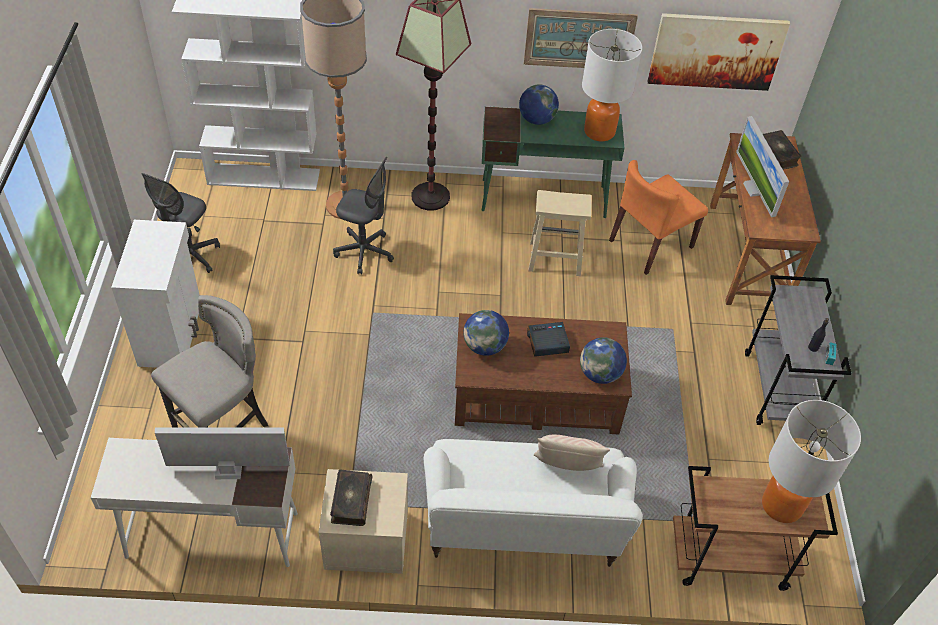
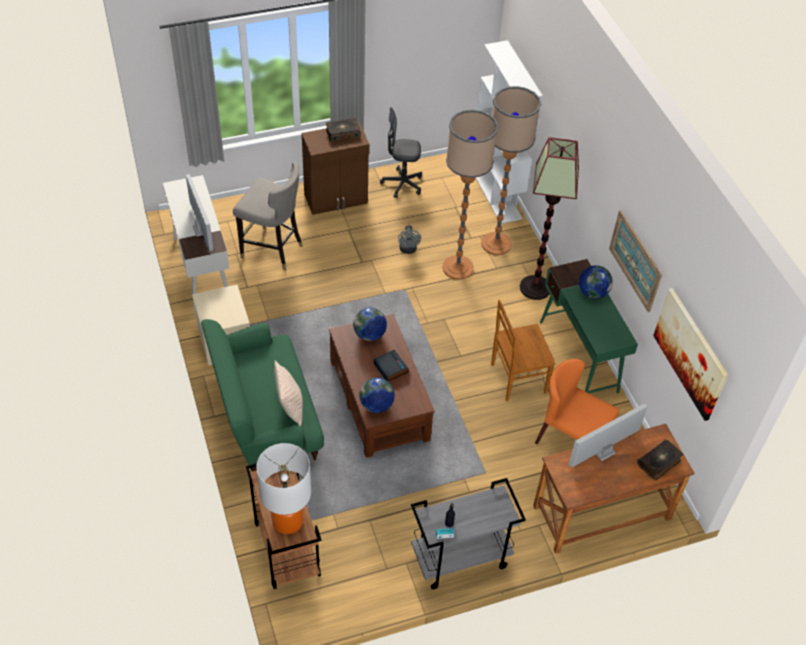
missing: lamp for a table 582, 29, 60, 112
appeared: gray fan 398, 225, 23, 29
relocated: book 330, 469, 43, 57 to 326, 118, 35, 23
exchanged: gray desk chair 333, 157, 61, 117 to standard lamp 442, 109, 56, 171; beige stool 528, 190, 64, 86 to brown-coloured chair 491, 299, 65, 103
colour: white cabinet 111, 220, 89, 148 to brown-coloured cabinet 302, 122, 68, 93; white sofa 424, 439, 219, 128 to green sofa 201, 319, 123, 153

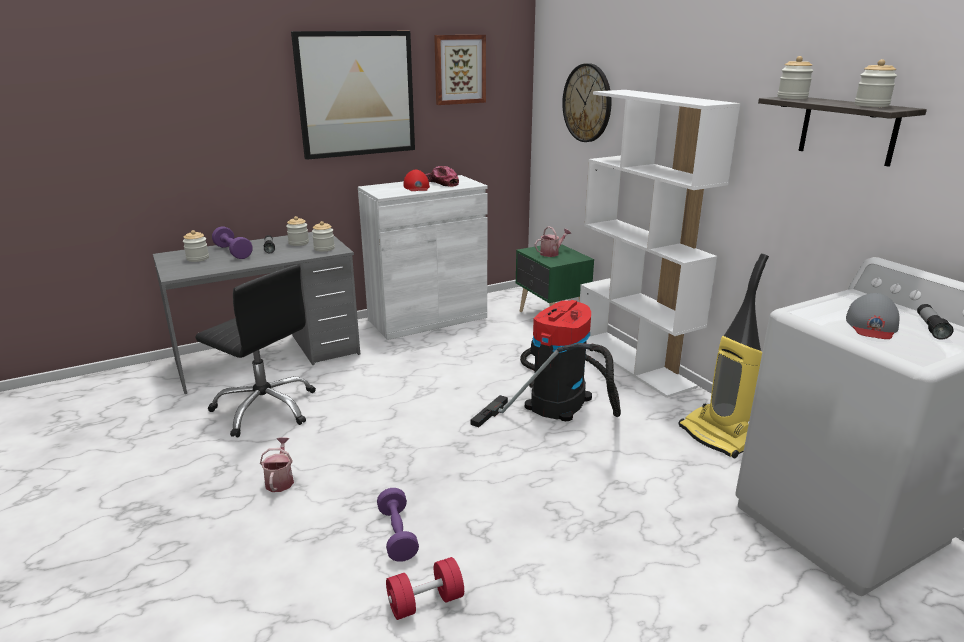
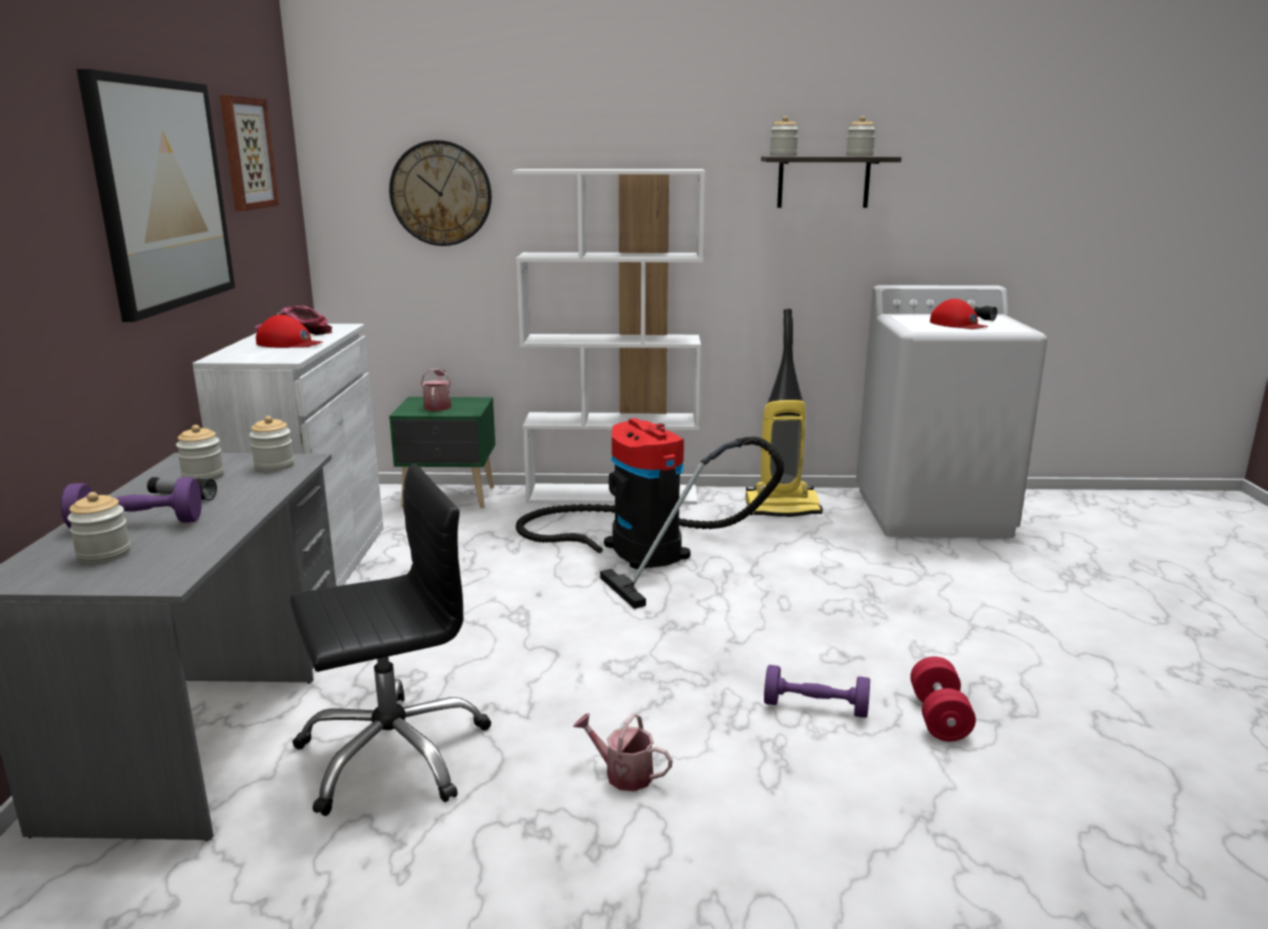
colour: gray cap 846, 293, 53, 46 to reddish cap 930, 299, 58, 30

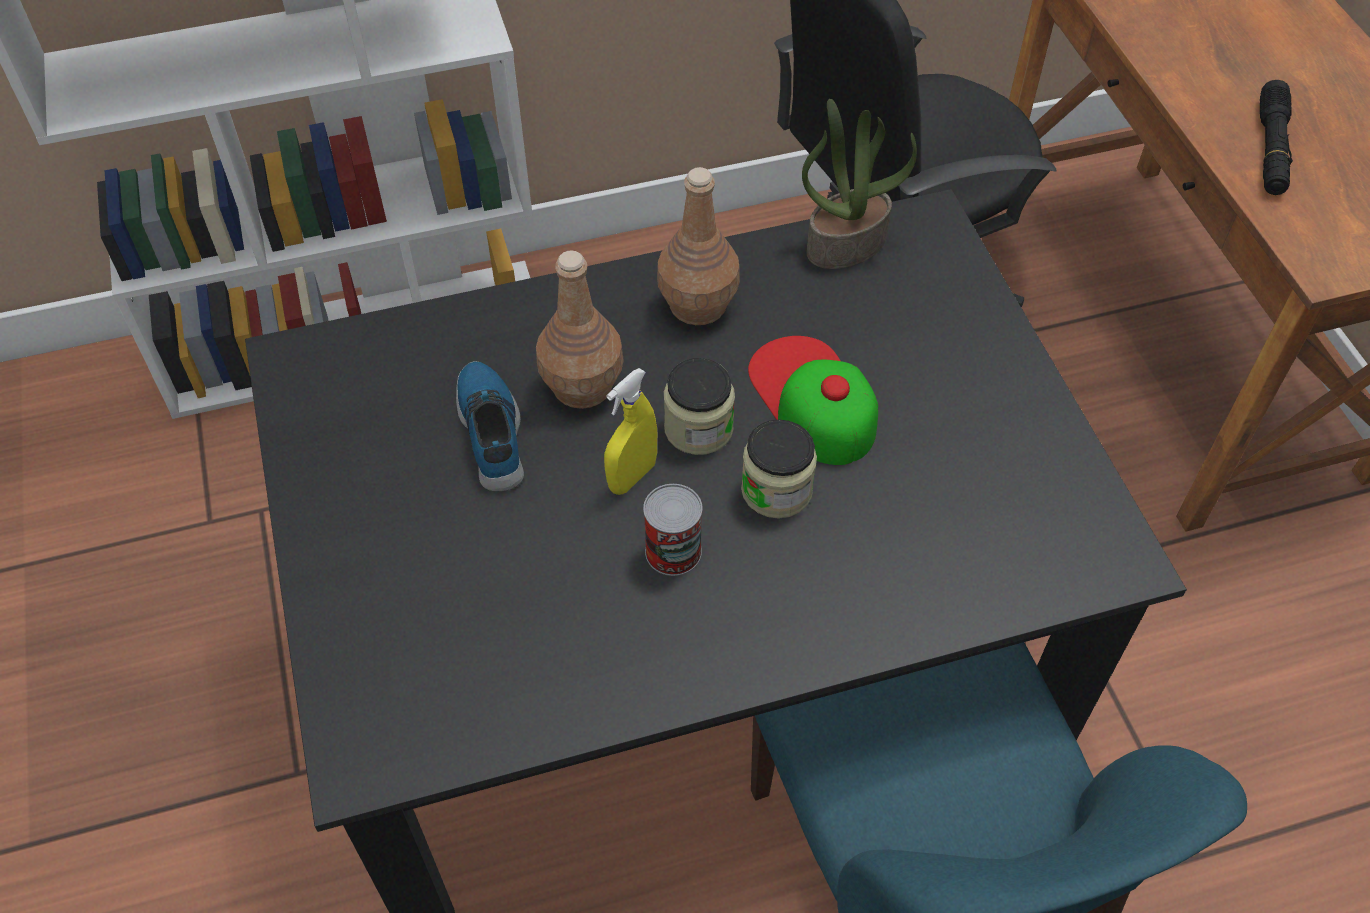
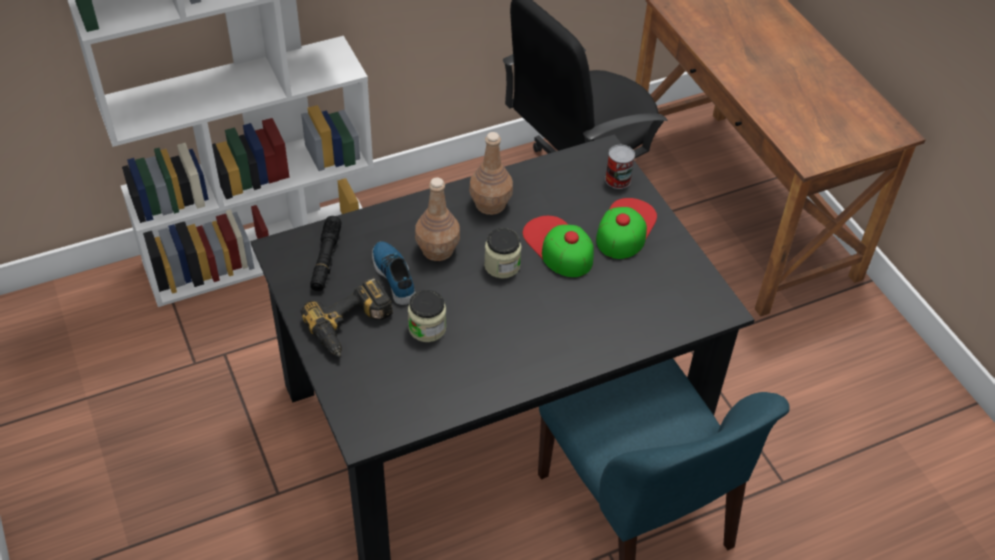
missing: yellow-coloured hand sprayer 604, 368, 53, 127; potted plant 802, 99, 115, 170
appeared: power drill 301, 277, 92, 80; cap 596, 198, 61, 61
relocated: metal can 643, 484, 60, 92 to 605, 145, 30, 44; storage jar 741, 419, 76, 100 to 408, 290, 38, 52; black-coloured torch 1260, 80, 33, 115 to 310, 216, 32, 75

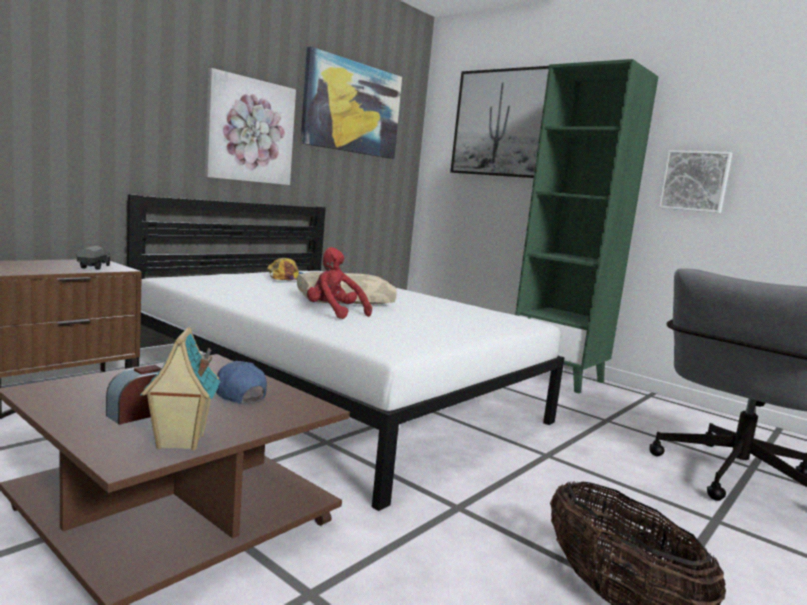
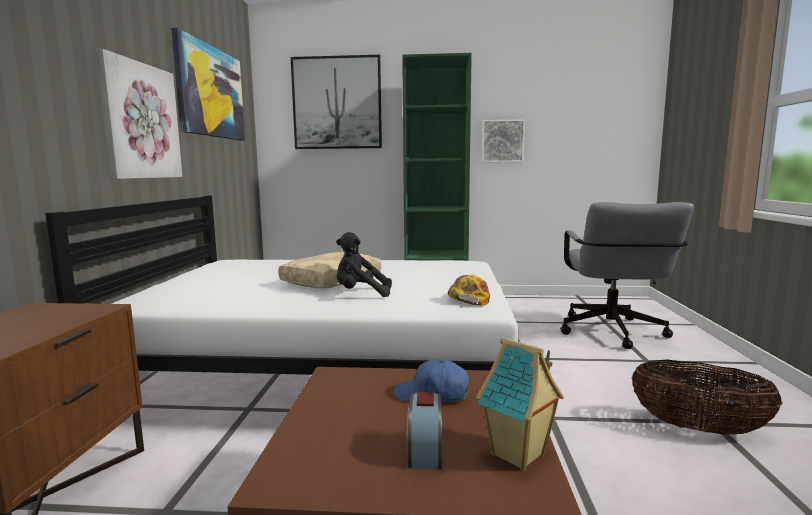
missing: toy lorry 77, 246, 34, 24
relocated: cap 267, 258, 36, 23 to 448, 274, 42, 32
colour: reddish cuddly toy 307, 247, 65, 72 to black-coloured cuddly toy 336, 232, 56, 65

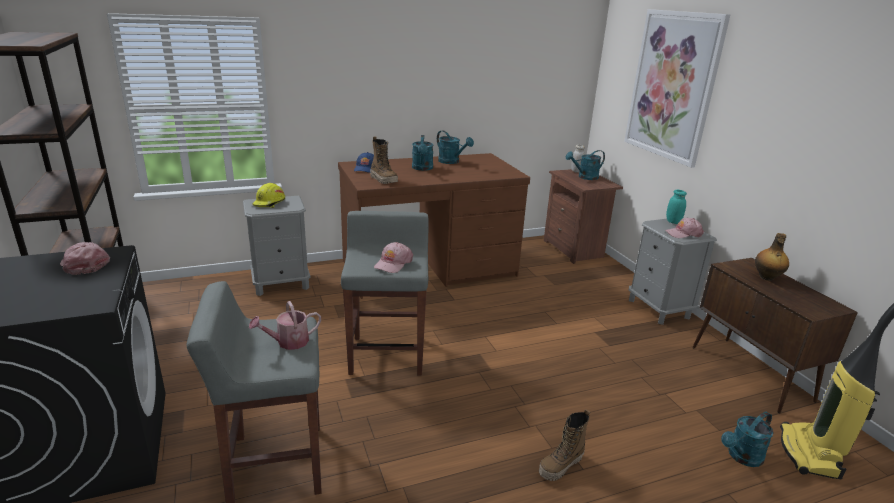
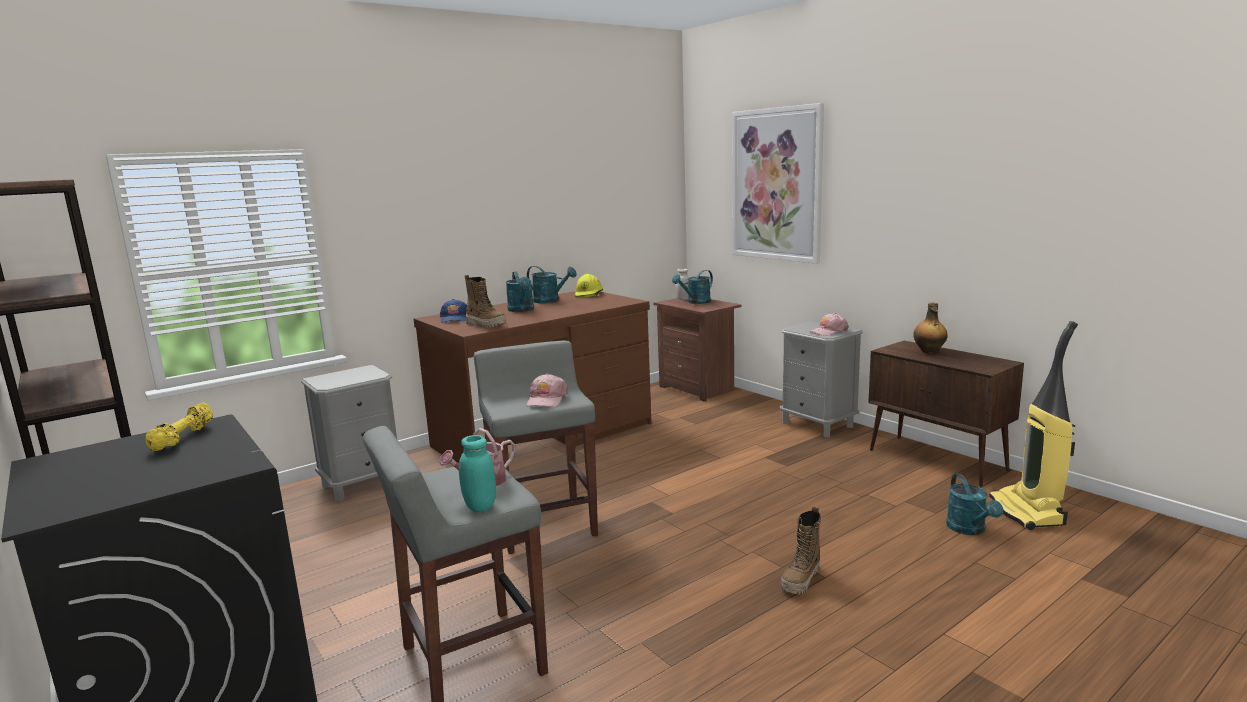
relocated: yellow-coloured hard hat 252, 183, 33, 25 to 575, 274, 28, 24; blue-green storage jar 666, 190, 21, 34 to 459, 435, 37, 77
exchanged: pinkish cap 60, 242, 50, 33 to yellow-coloured dumbbell 146, 402, 67, 49
spun: blue-green watering pot 721, 412, 53, 55 = 946, 474, 57, 61 45 degrees counterclockwise

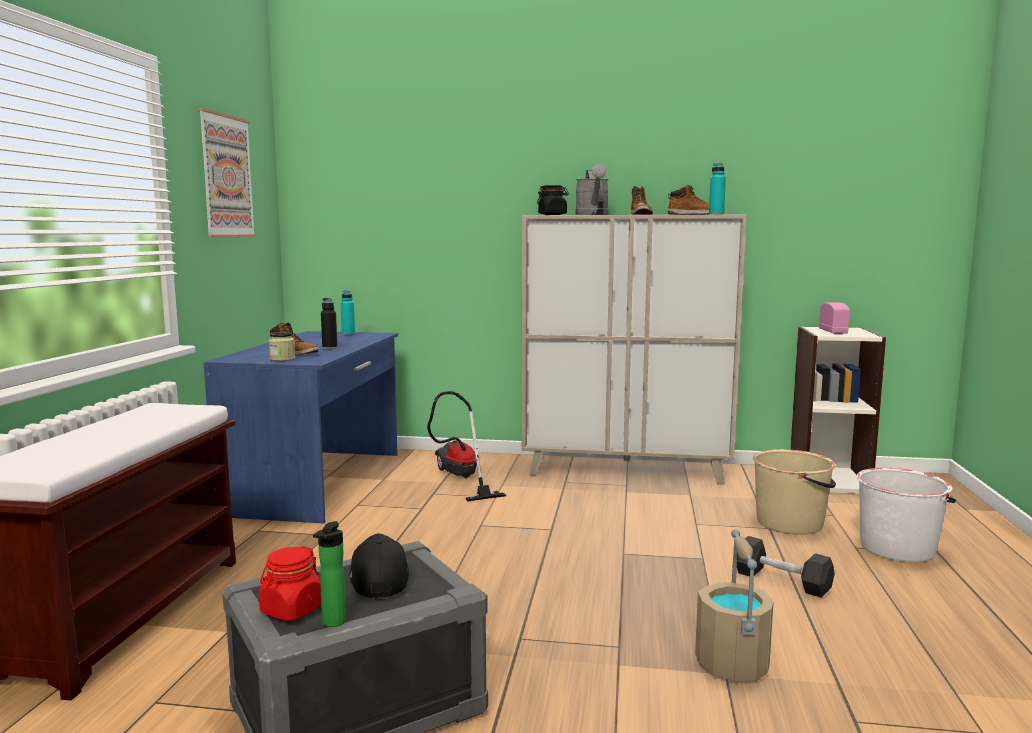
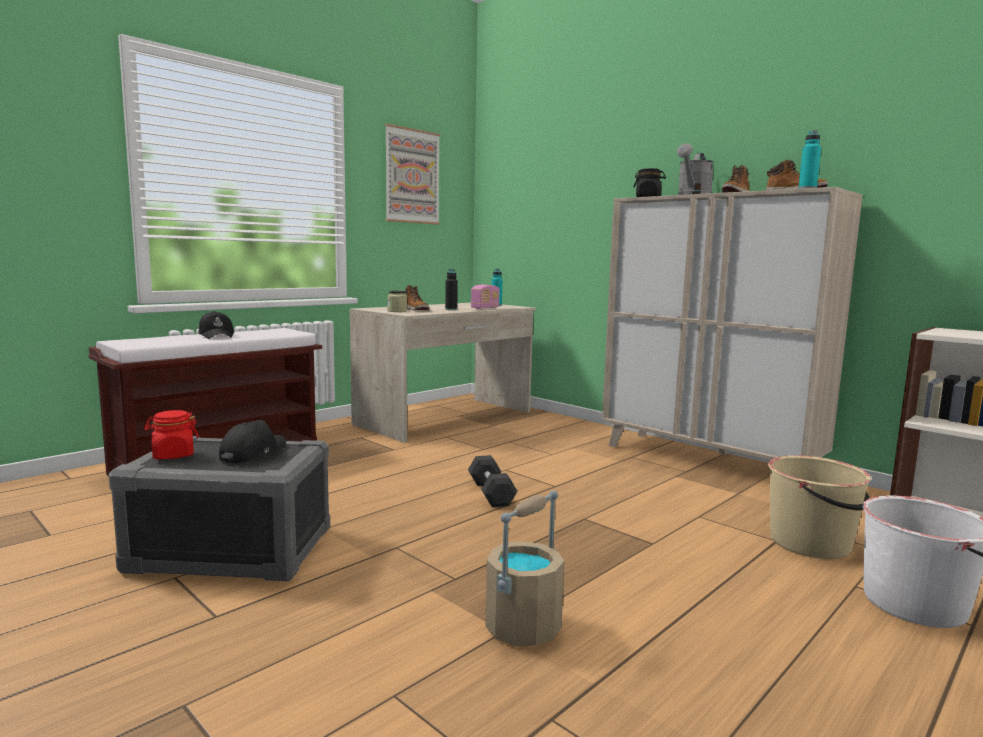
missing: bottle 313, 521, 33, 106; vacuum 427, 391, 79, 111
appeared: black-coloured cap 198, 311, 36, 28
relocated: black-coloured dumbbell 737, 536, 98, 62 to 468, 455, 49, 52; radio 819, 302, 31, 32 to 471, 285, 28, 24
colour: bluish desk table 203, 331, 195, 193 to beige desk table 350, 303, 186, 140

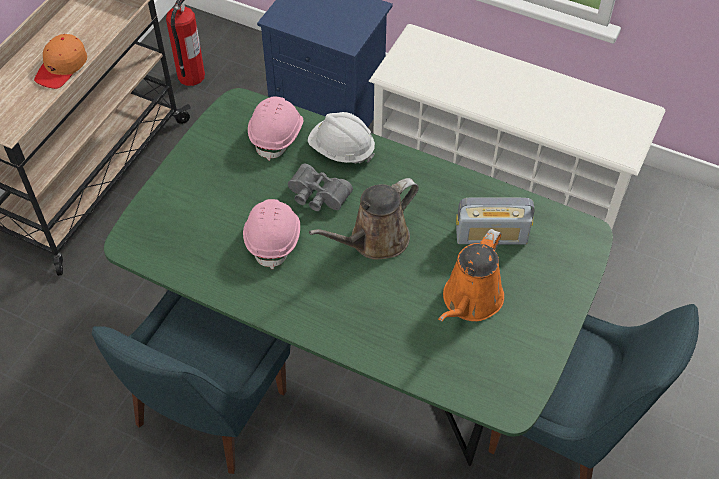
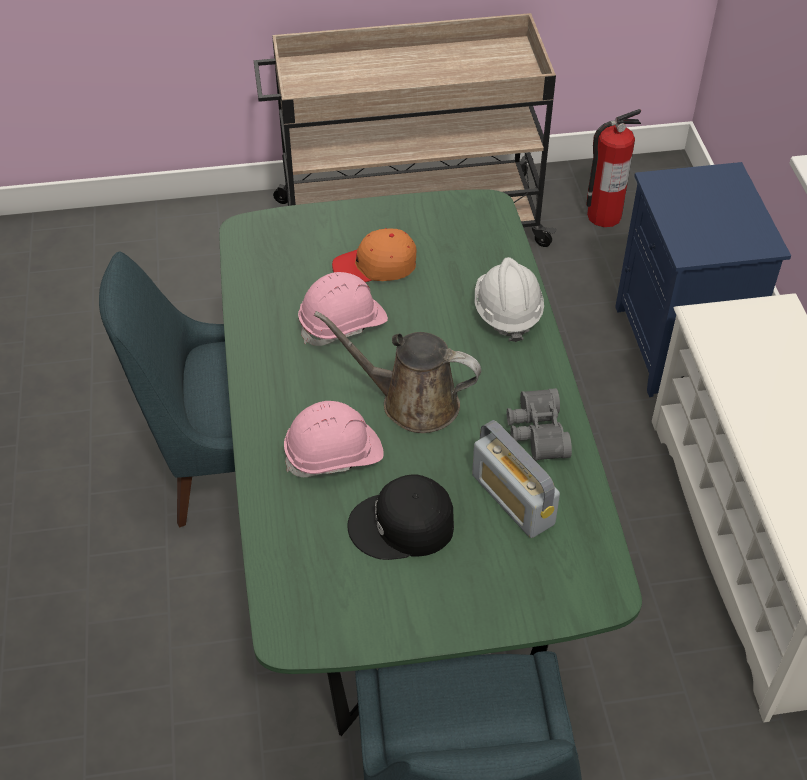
relocated: orange cap 34, 34, 53, 55 to 332, 228, 85, 54; pinkish hard hat 248, 97, 55, 64 to 284, 401, 100, 76; gray field glasses 288, 164, 65, 47 to 507, 388, 65, 73
exchanged: orange watering pot 438, 229, 66, 93 to black-coloured cap 347, 474, 107, 86

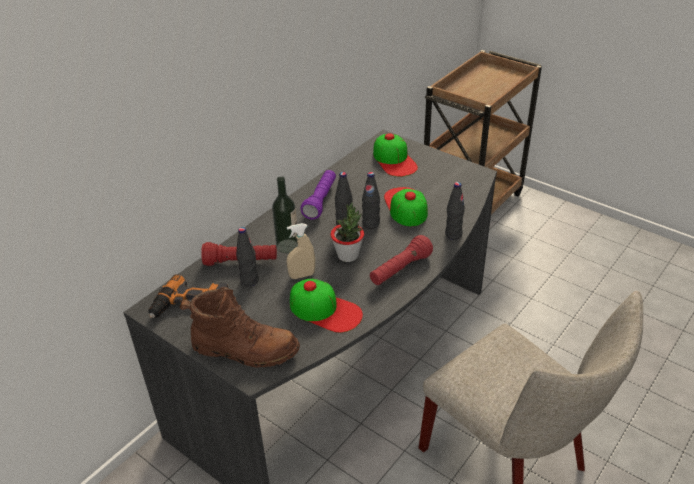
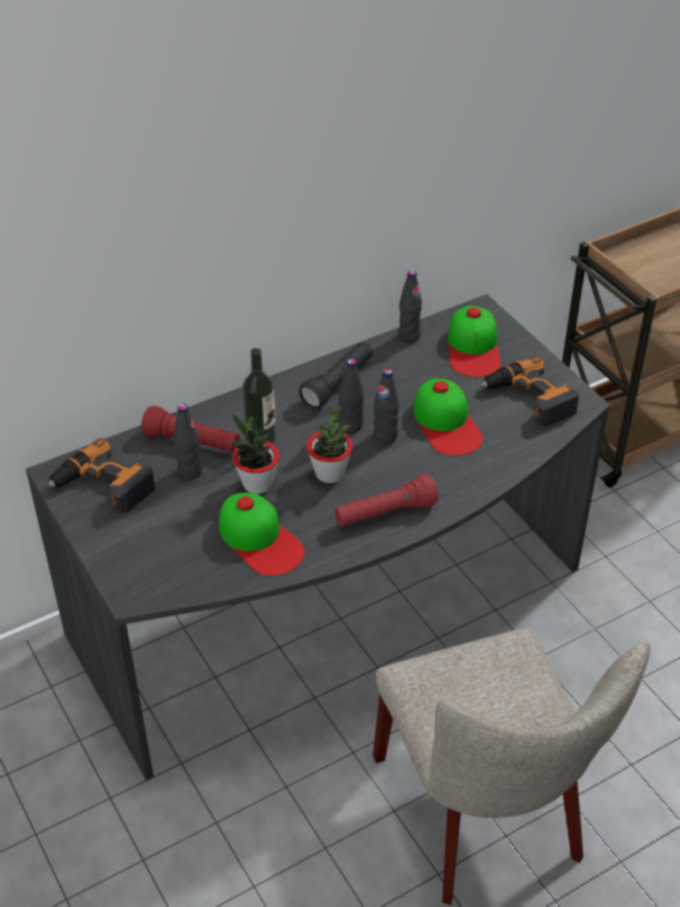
missing: brown-coloured high-top boot 180, 287, 120, 81
appeared: power drill 482, 356, 97, 71
relocated: black-coloured bottle 445, 182, 20, 58 to 399, 270, 23, 73
exchanged: beige hand sprayer 287, 223, 28, 56 to potted plant 231, 413, 48, 81
colour: purple-coloured torch 300, 170, 36, 50 to black-coloured torch 299, 342, 74, 67
spun: cap 384, 187, 44, 39 = 414, 379, 69, 77 150 degrees clockwise

